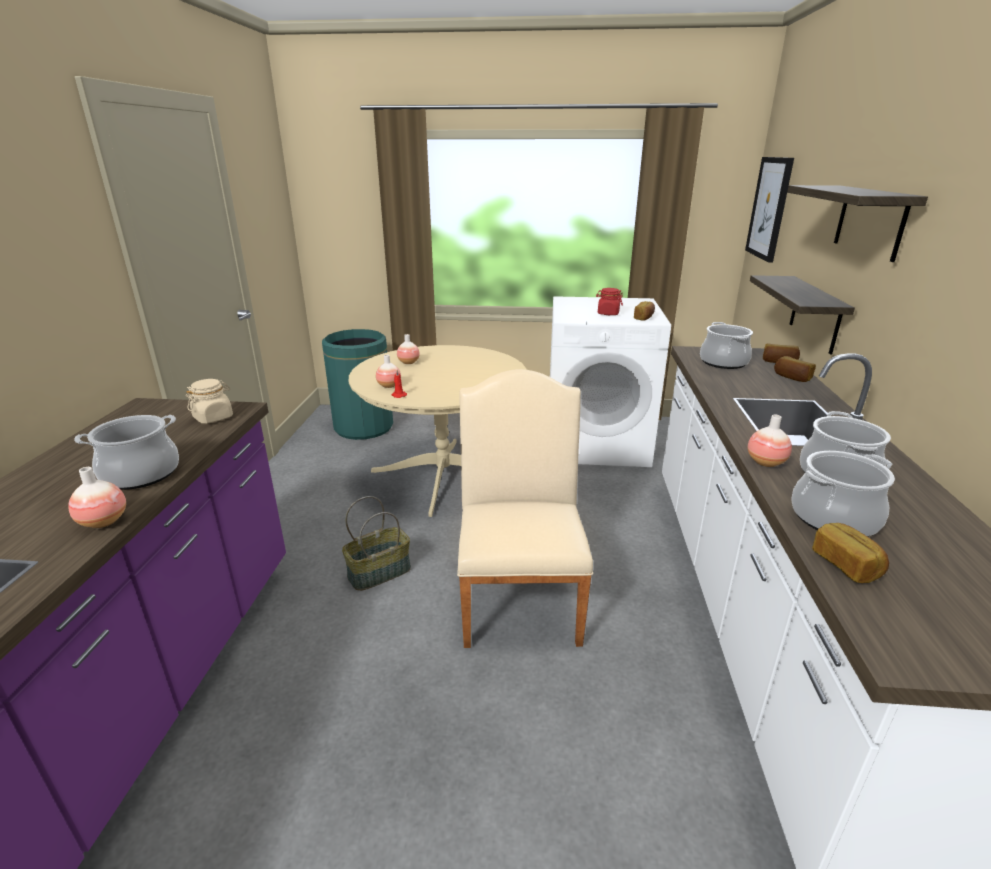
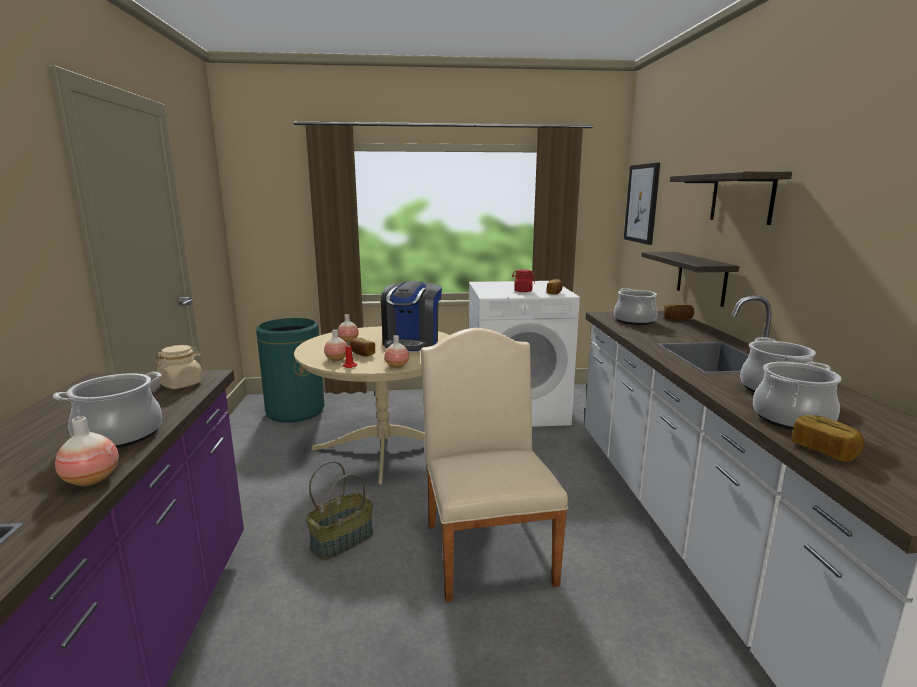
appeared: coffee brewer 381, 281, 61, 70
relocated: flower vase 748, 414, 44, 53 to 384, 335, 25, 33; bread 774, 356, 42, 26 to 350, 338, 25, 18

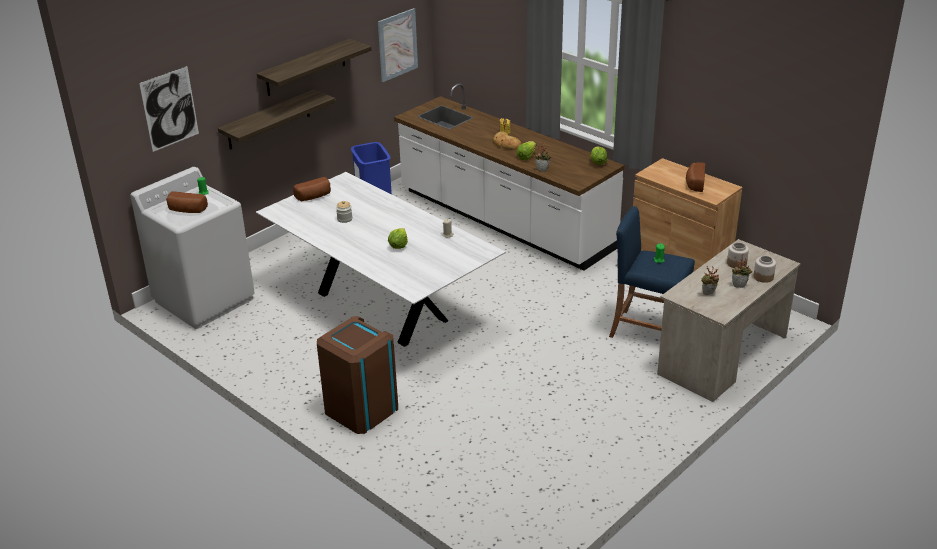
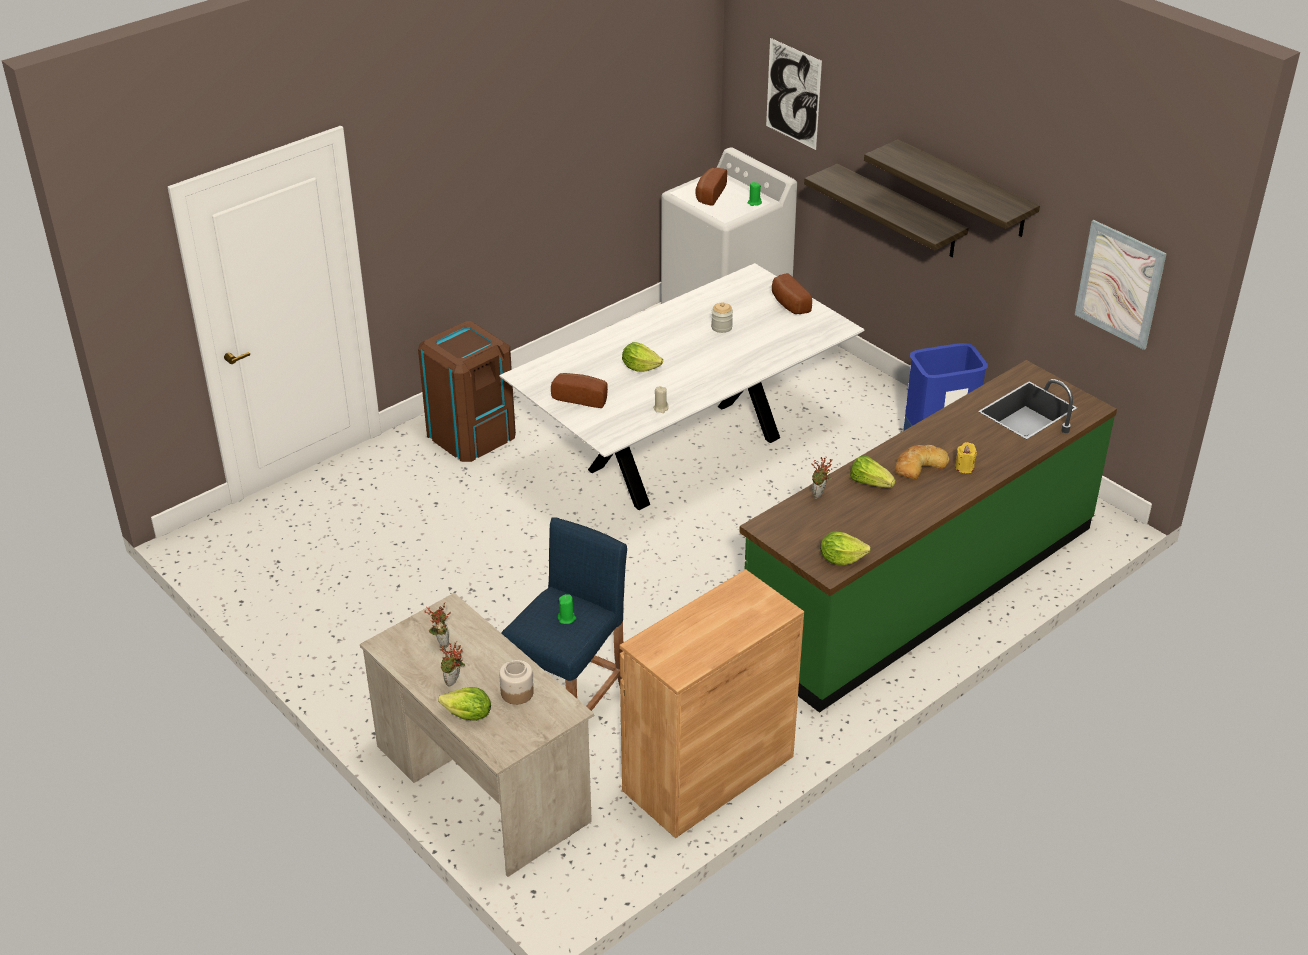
relocated: bread 686, 162, 20, 30 to 551, 373, 57, 35
exchanged: storage jar 754, 256, 22, 27 to lettuce head 438, 687, 53, 34
colour: white counter 394, 83, 230, 188 to green counter 739, 360, 378, 353

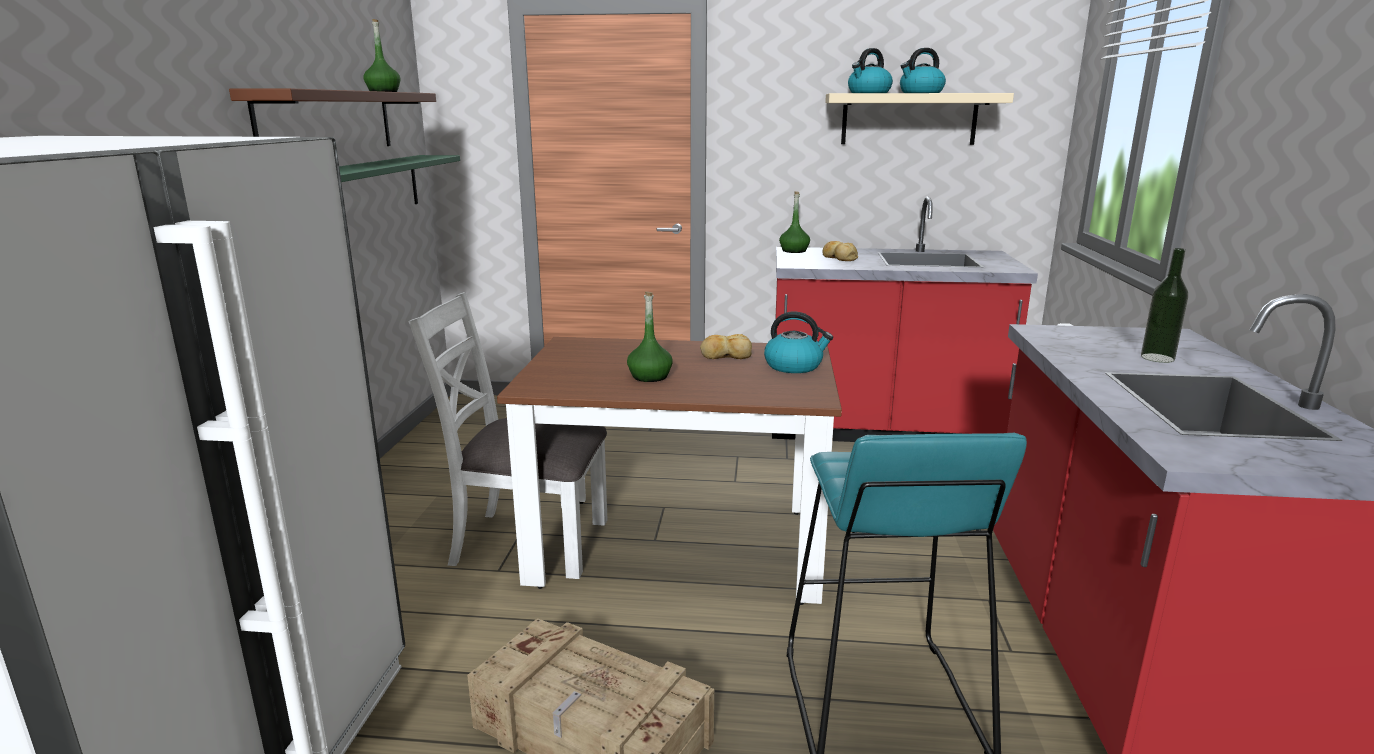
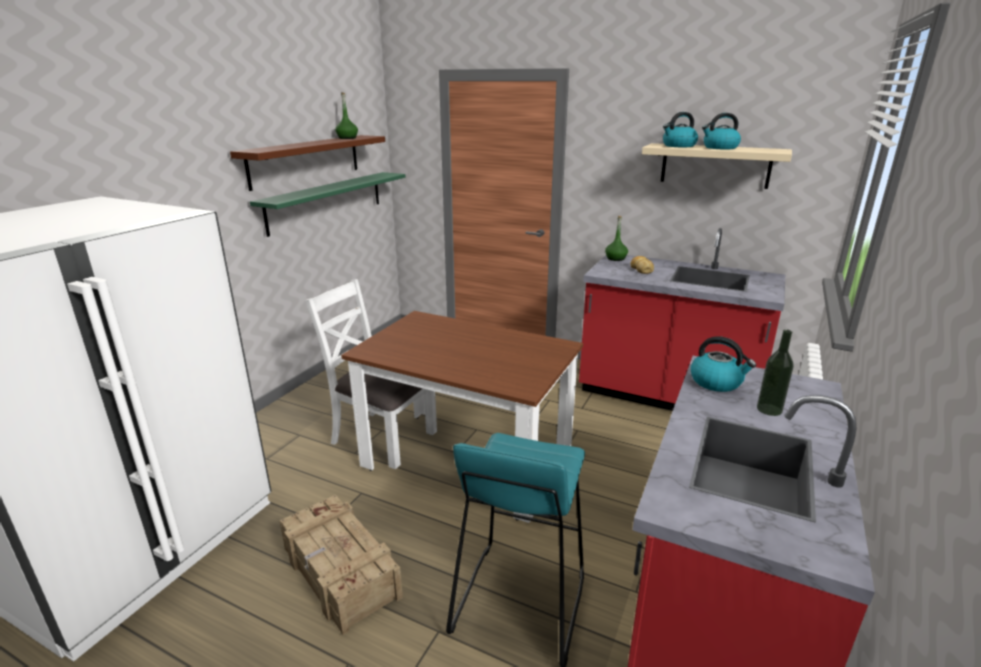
missing: green bottle 627, 292, 46, 90; bread 700, 334, 52, 25
relocated: water kettle 764, 312, 69, 61 to 690, 336, 66, 56

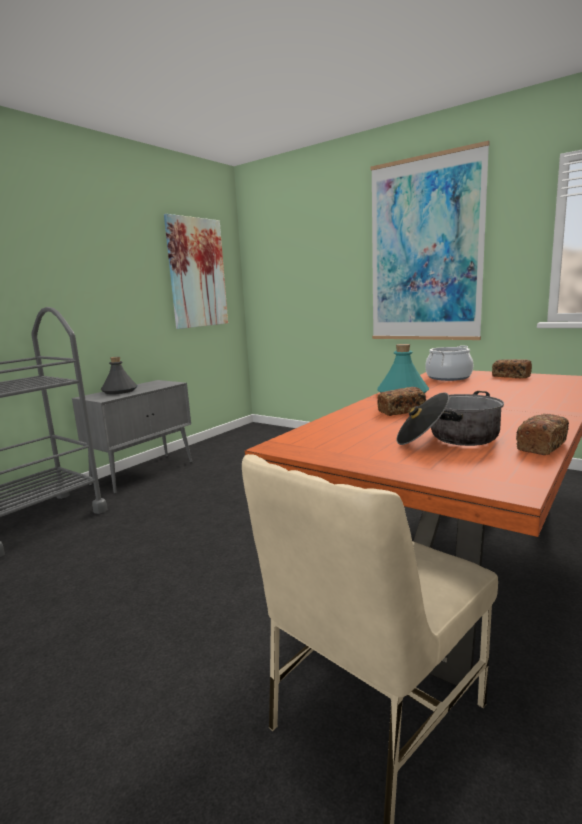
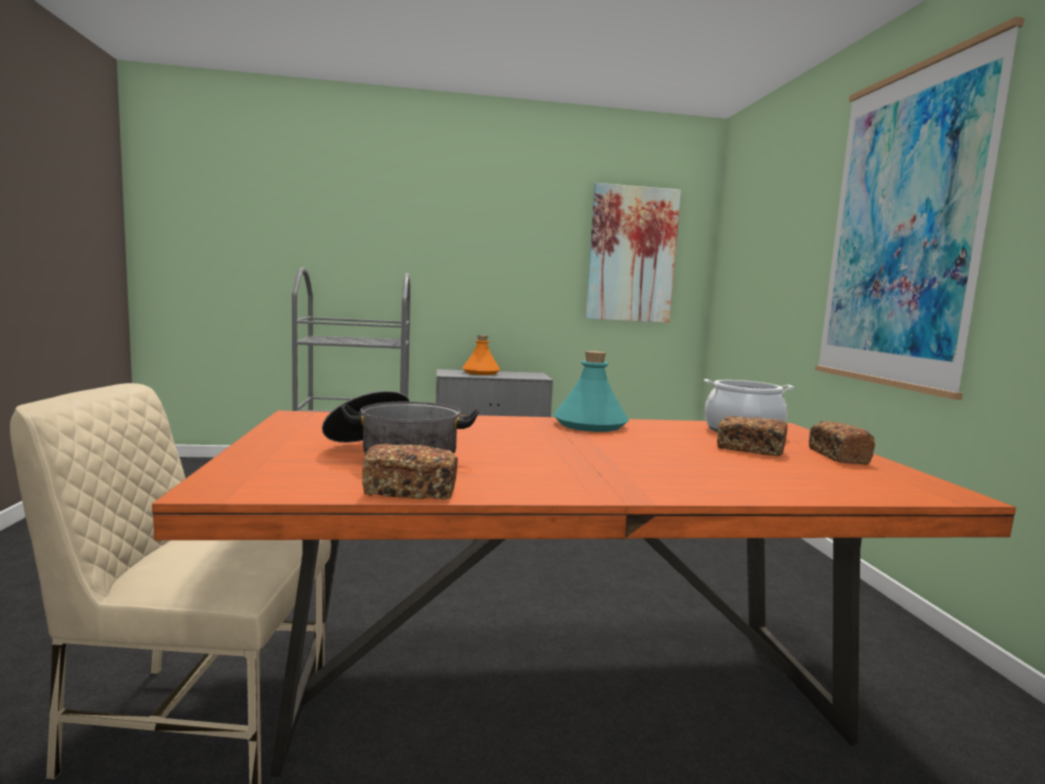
relocated: bread 377, 387, 49, 29 to 717, 416, 71, 40
colour: gray bottle 101, 357, 37, 37 to orange bottle 462, 335, 38, 40

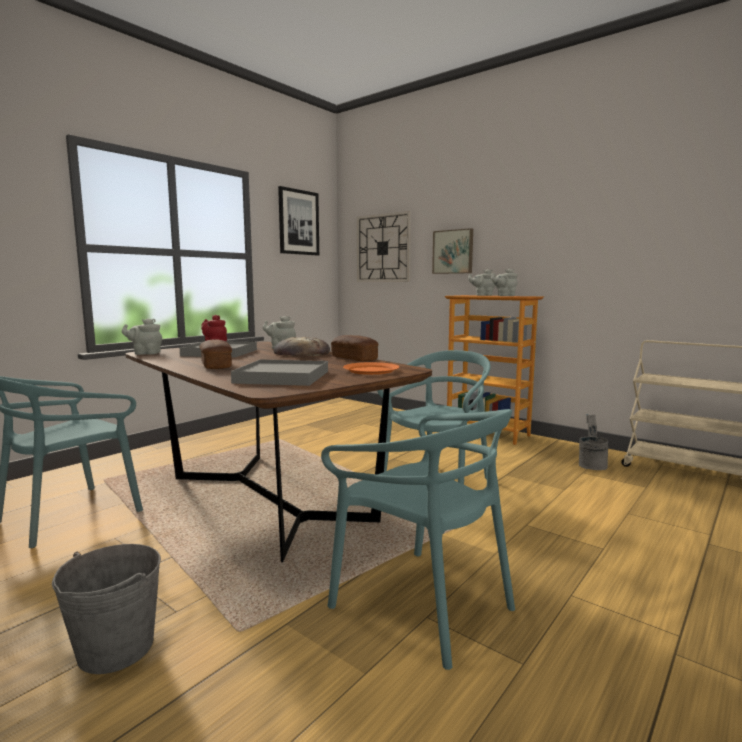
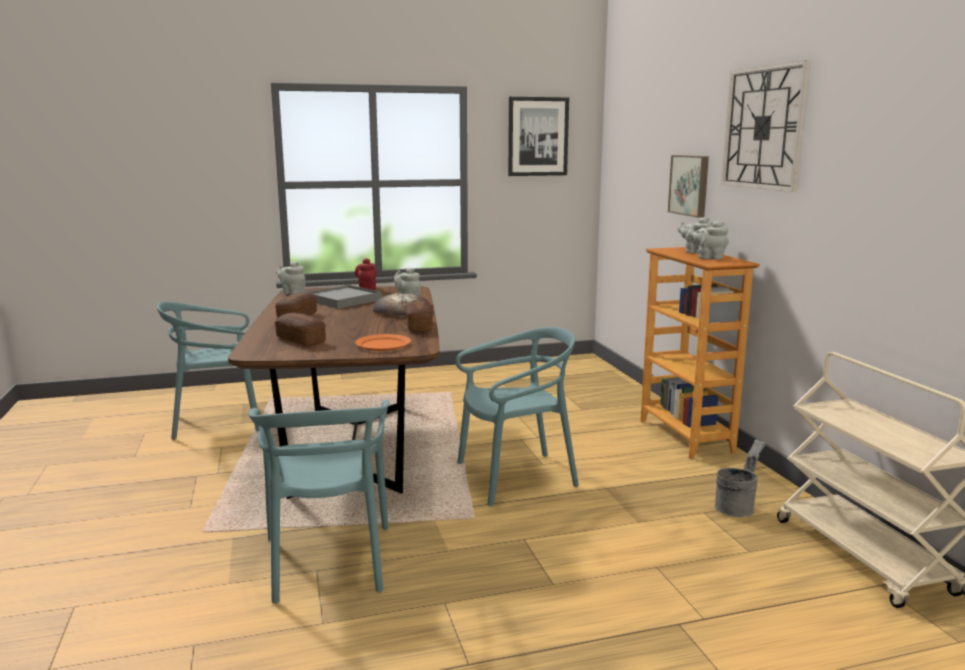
missing: gray water bucket 52, 544, 109, 130
relocated: hanging clock 357, 211, 54, 71 to 721, 60, 90, 132
exchanged: gray tray 231, 360, 97, 26 to bread 275, 313, 51, 33

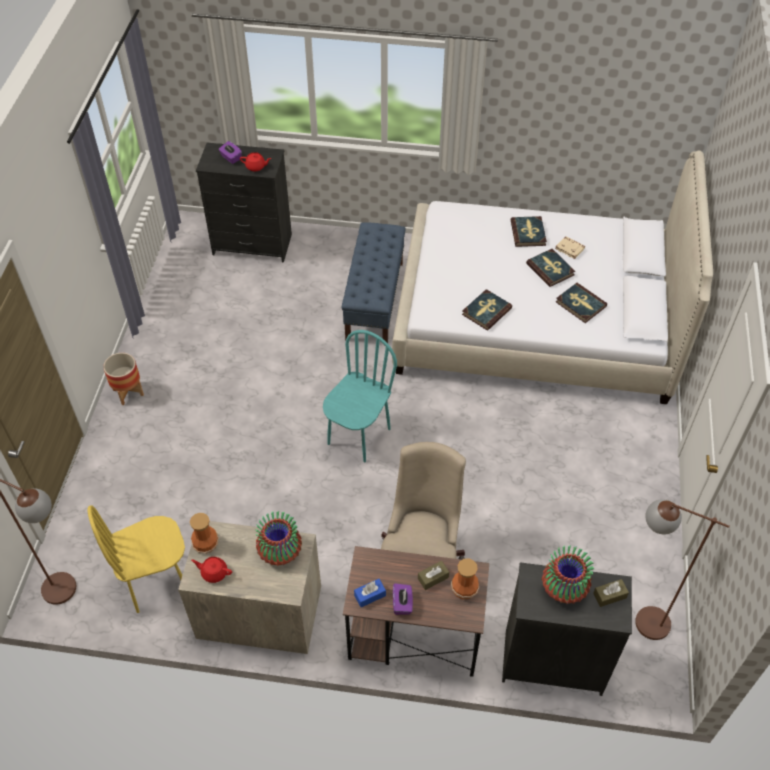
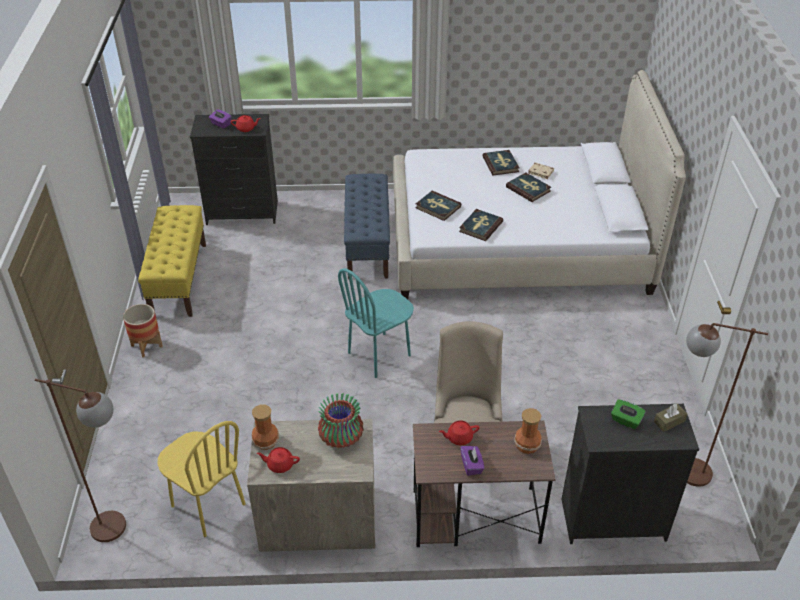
missing: bluish box of tissues 354, 579, 32, 28; brown-coloured box of tissues 418, 561, 31, 29
appeared: yellow-coloured long seat 138, 205, 68, 112; reddish pot for tea 439, 420, 40, 25
relocated: book 556, 283, 51, 40 to 416, 190, 45, 31
exchanged: flower vase 541, 545, 53, 59 to green box of tissues 611, 399, 35, 30
spun: yellow-coloured chair 87, 505, 98, 108 = 158, 421, 87, 117 105 degrees counterclockwise; blue-green chair 323, 330, 74, 133 = 338, 268, 76, 110 150 degrees counterclockwise

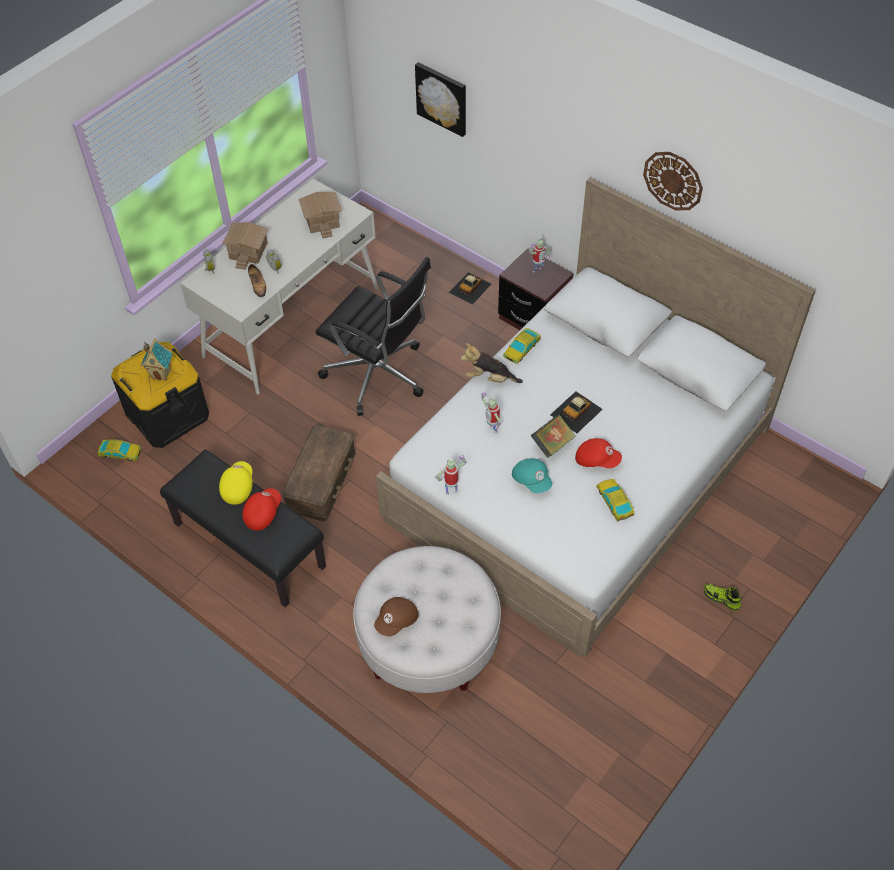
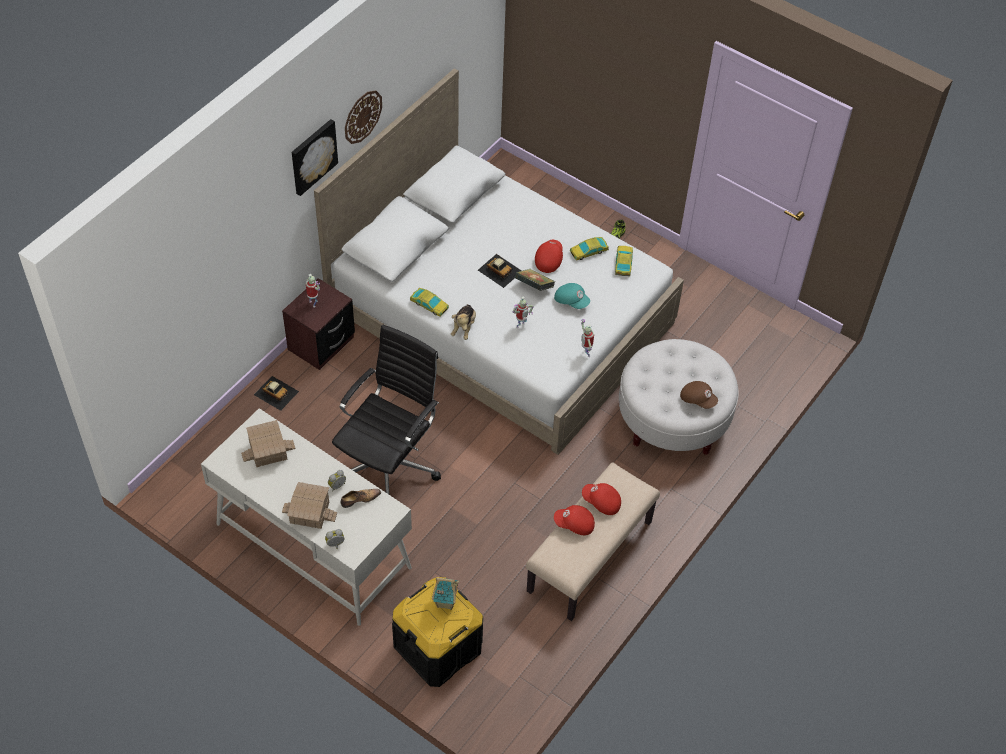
missing: brown-coloured storage container 282, 425, 74, 96
relocated: toy car 97, 439, 45, 22 to 615, 246, 18, 30; wall art 415, 62, 51, 75 to 292, 119, 46, 77
colour: black-coloured long seat 160, 449, 166, 158 to beige long seat 526, 462, 134, 159; yellow-coloured cap 219, 461, 34, 44 to reddish cap 554, 505, 41, 30
spun: blue-green cap 512, 458, 40, 35 = 554, 283, 36, 26 75 degrees clockwise

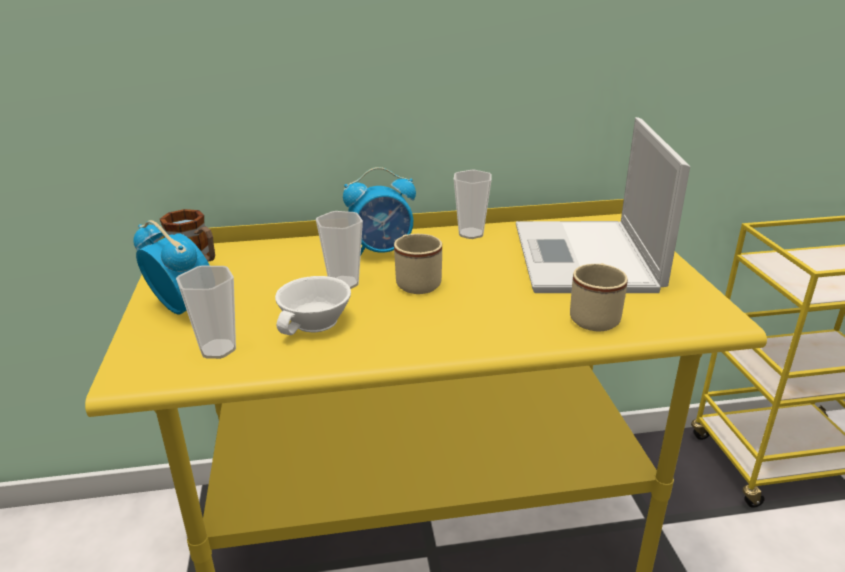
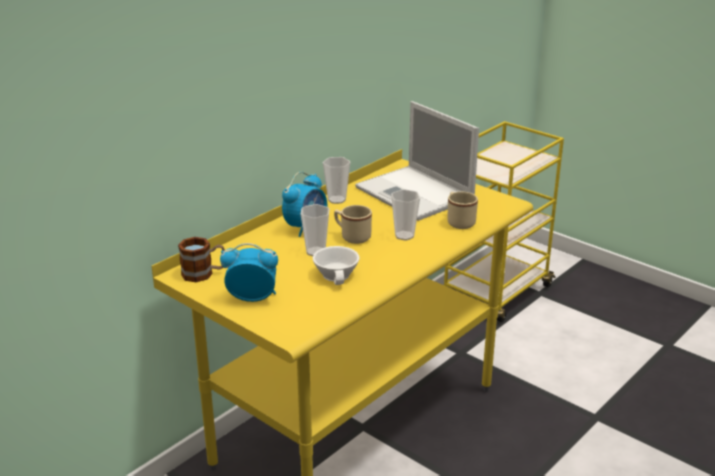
relocated: small cup 176, 266, 60, 93 to 391, 189, 29, 52

